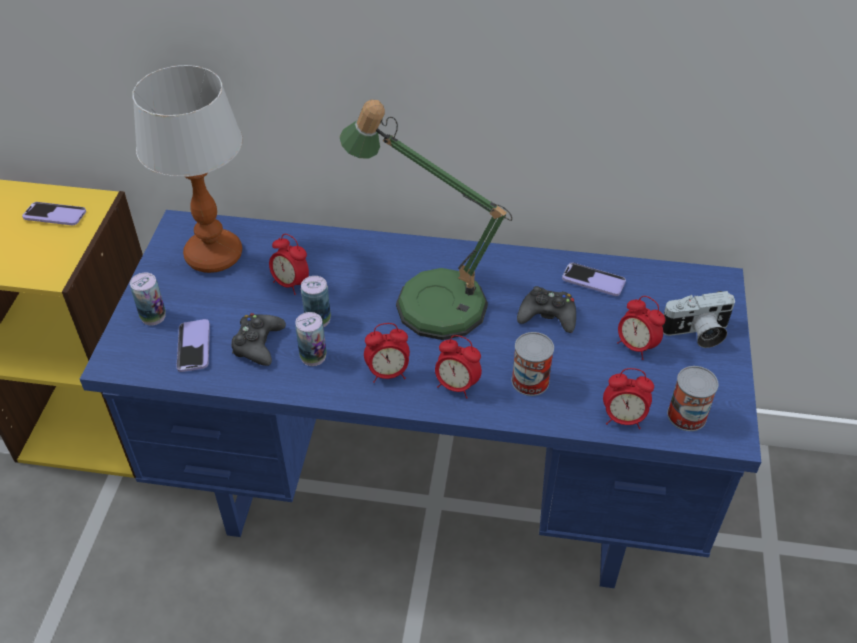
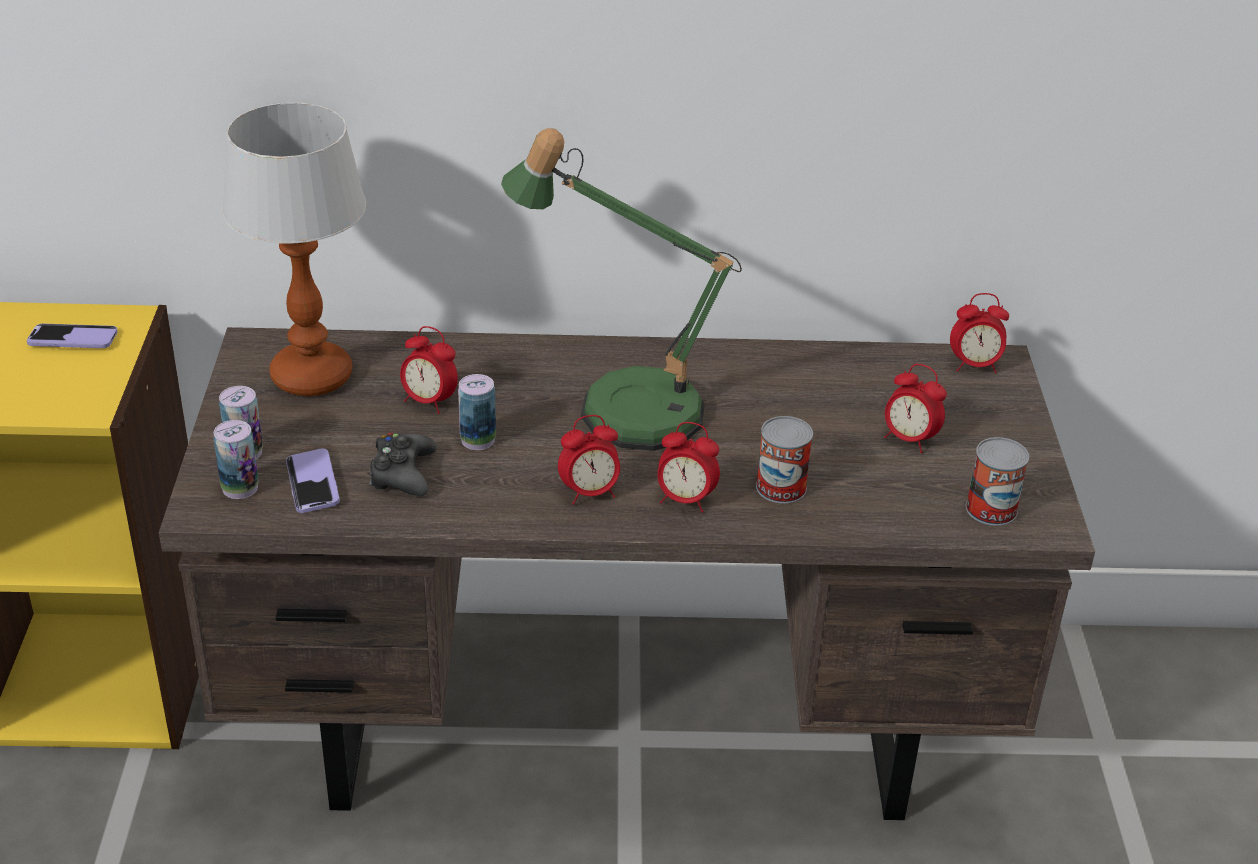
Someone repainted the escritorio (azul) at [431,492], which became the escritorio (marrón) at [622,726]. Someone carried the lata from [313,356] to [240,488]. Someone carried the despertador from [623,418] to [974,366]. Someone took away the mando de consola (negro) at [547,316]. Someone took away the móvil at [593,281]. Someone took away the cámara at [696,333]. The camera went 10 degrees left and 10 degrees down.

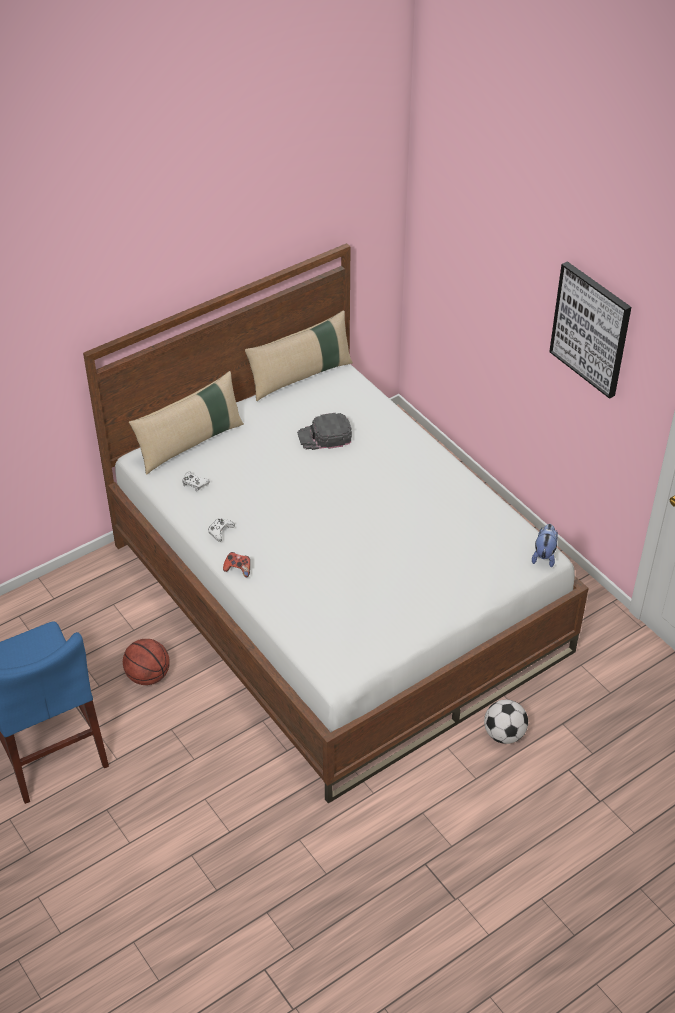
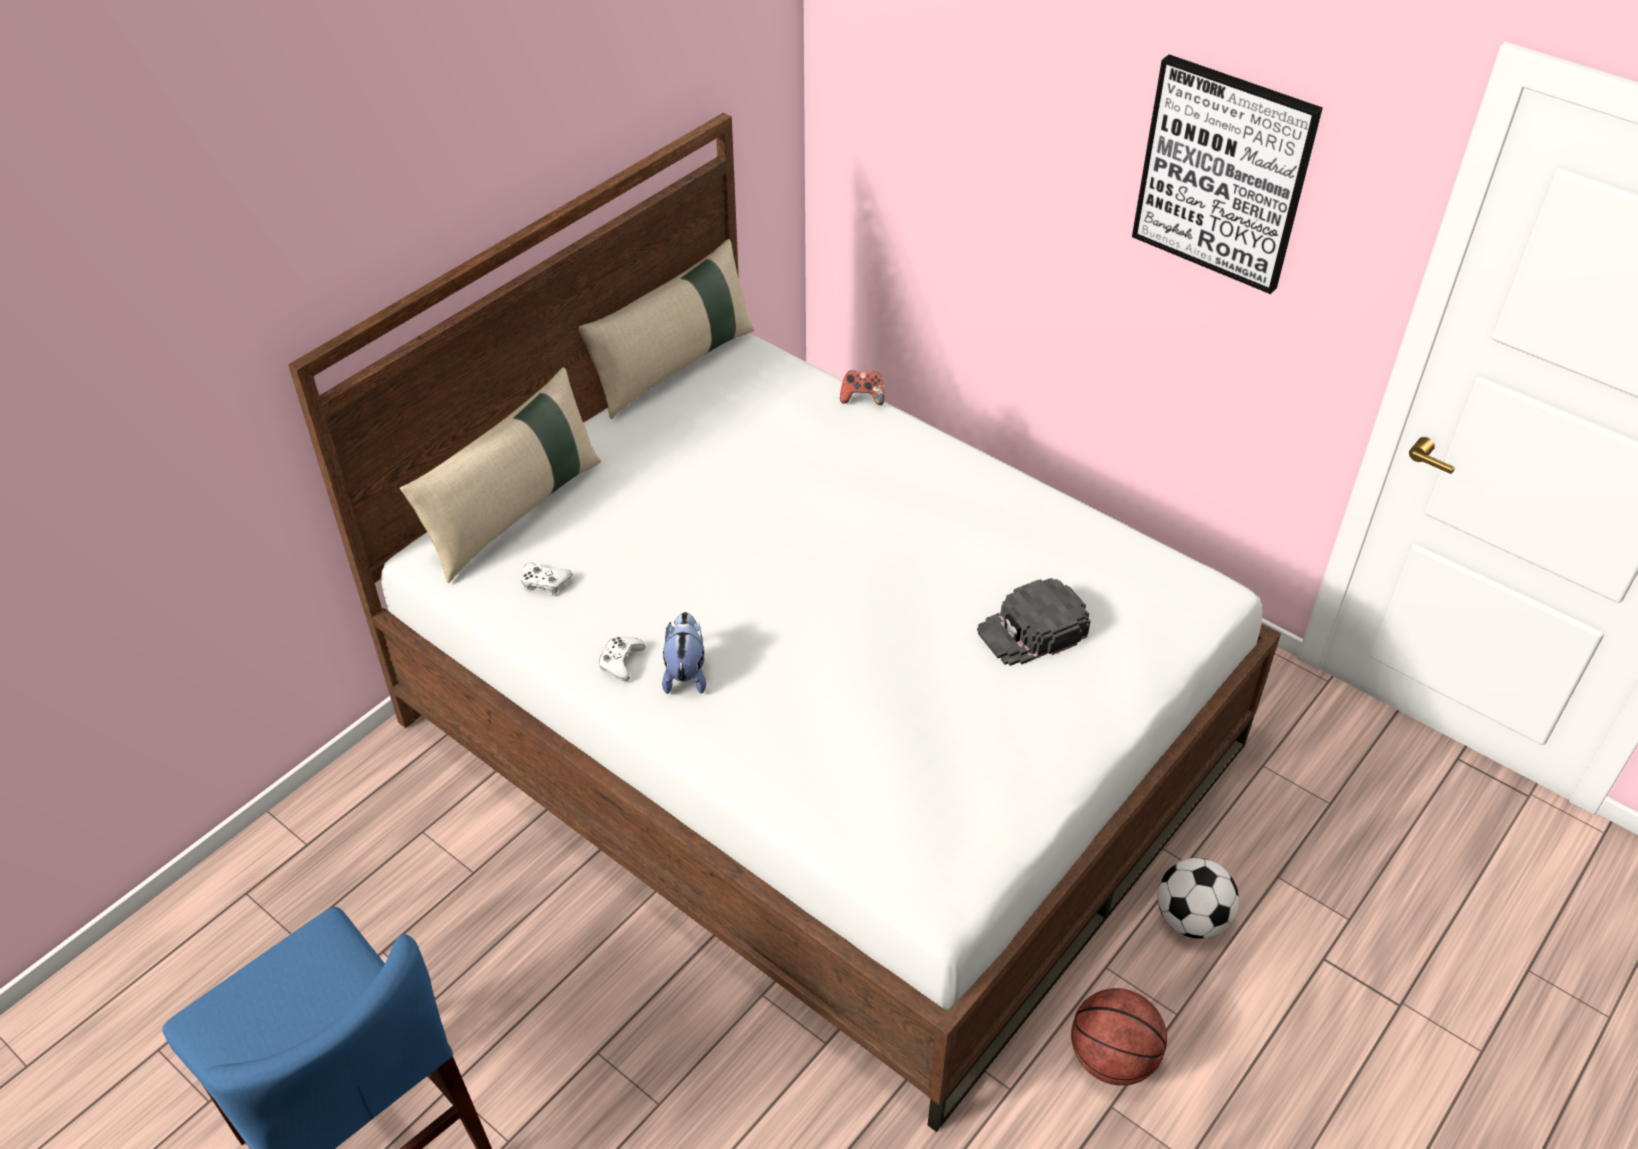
Someone carried the peluche from [544,555] to [686,673]. Someone carried the mando de consola from [238,569] to [862,398]. Someone carried the gorra (negro) from [325,436] to [1032,630]. Someone carried the balón de baloncesto from [148,675] to [1111,1058]. The camera went 15 degrees left and 0 degrees up.

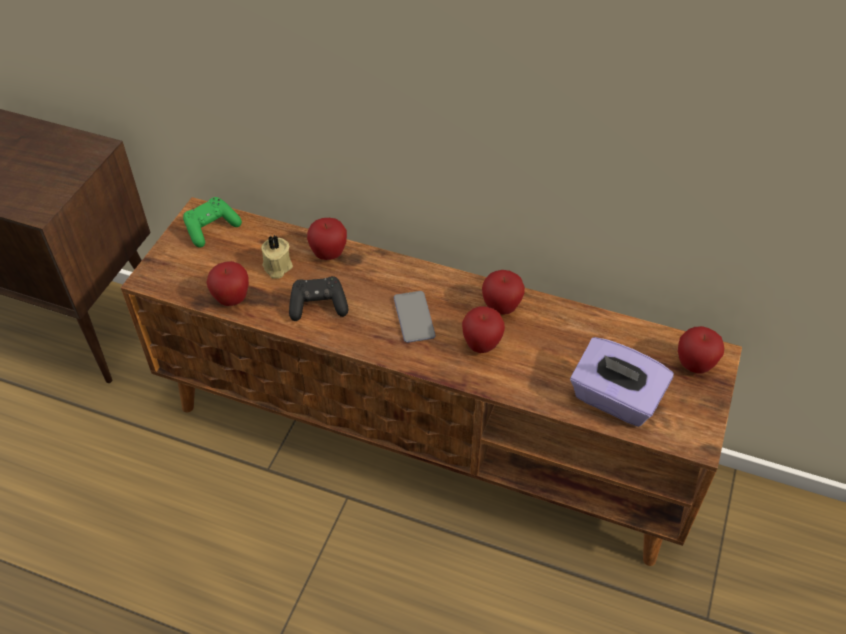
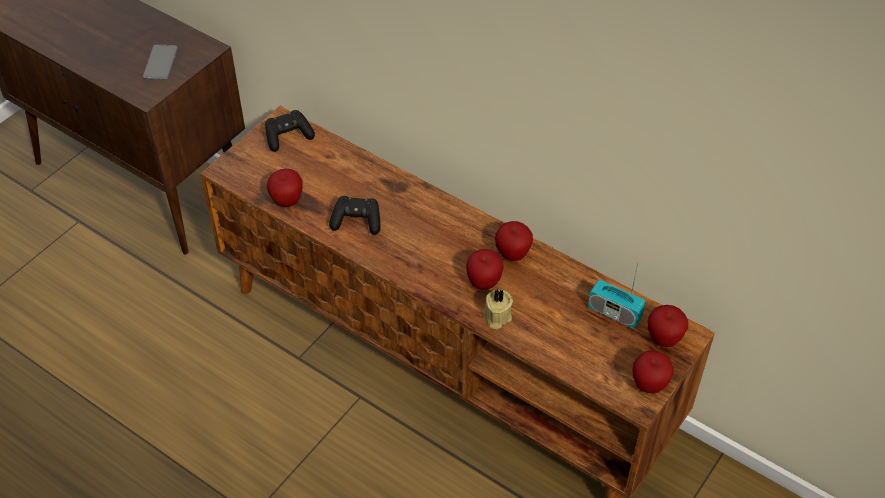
Someone carried the móvil from [414,317] to [161,63]. Someone repainted the mando de consola (verde) at [211,228], which became the mando de consola (negro) at [288,137]. Someone carried the vela (beis) from [277,267] to [496,317]. Someone put down the radio at [614,313]. Someone carried the manzana from [329,254] to [649,385]. Someone took away the caja de pañuelos (morado) at [615,399]. The camera went 15 degrees right and 0 degrees up.

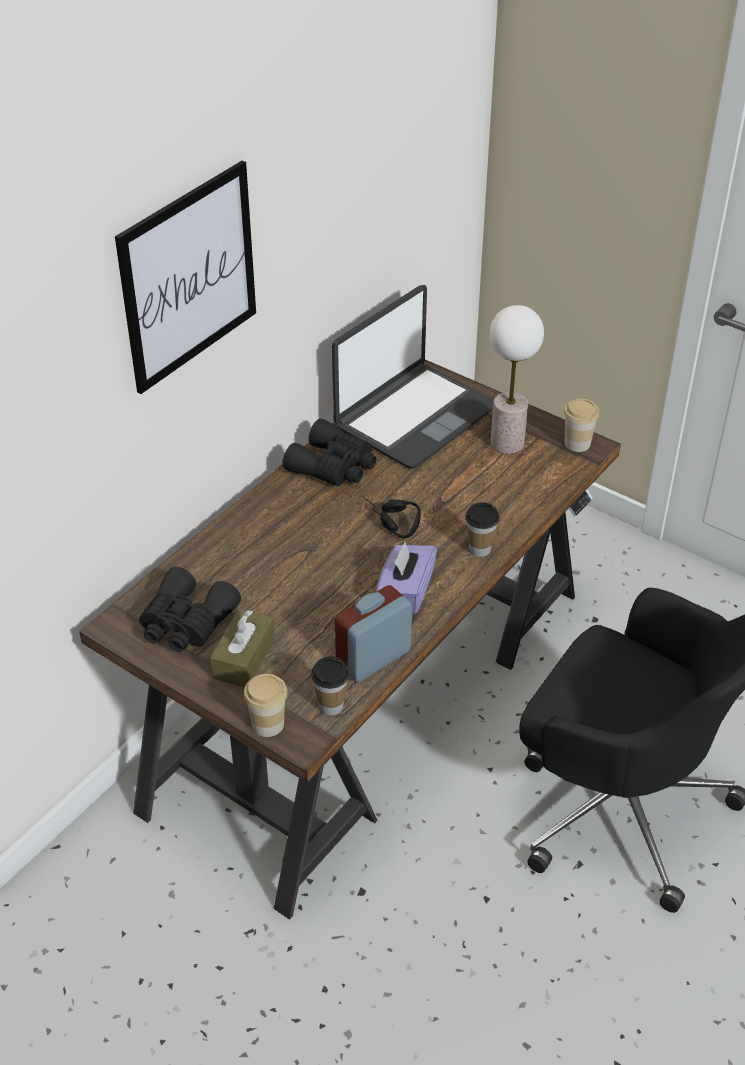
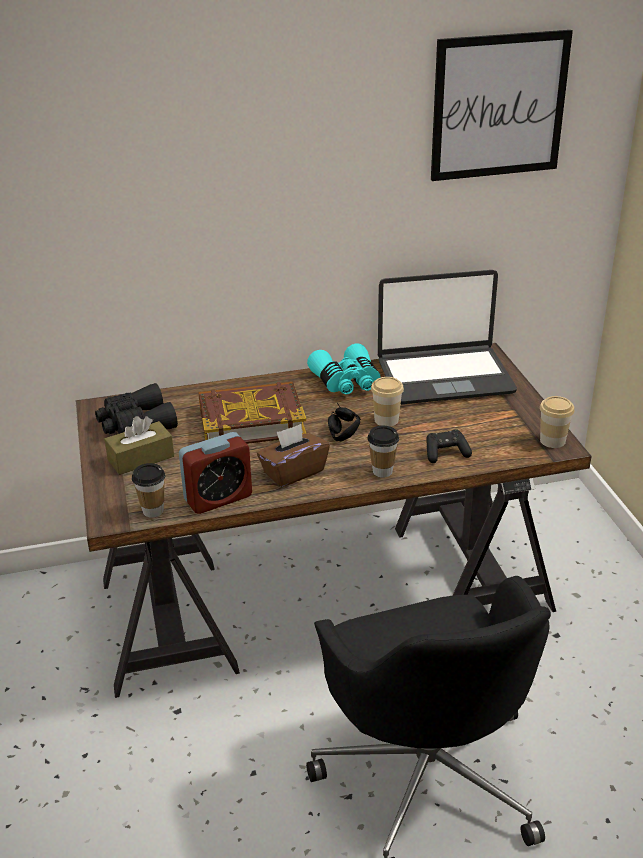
Someone rotated the despertador at [373,658] by 150 degrees clockwise. Someone put down the libro at [251,421]. Someone repainted the caja de pañuelos (morado) at [405,592], which became the caja de pañuelos (marrón) at [293,472]. Someone repainted the prismáticos (negro) at [333,467], which became the prismáticos (turquesa) at [346,382]. Someone carried the taza from [268,724] to [386,420]. Someone put down the mando de consola (negro) at [446,453]. Someone carried the cuadro from [189,276] to [499,106]. Someone took away the lámpara de mesa at [507,442]. The camera went 40 degrees right and 10 degrees down.

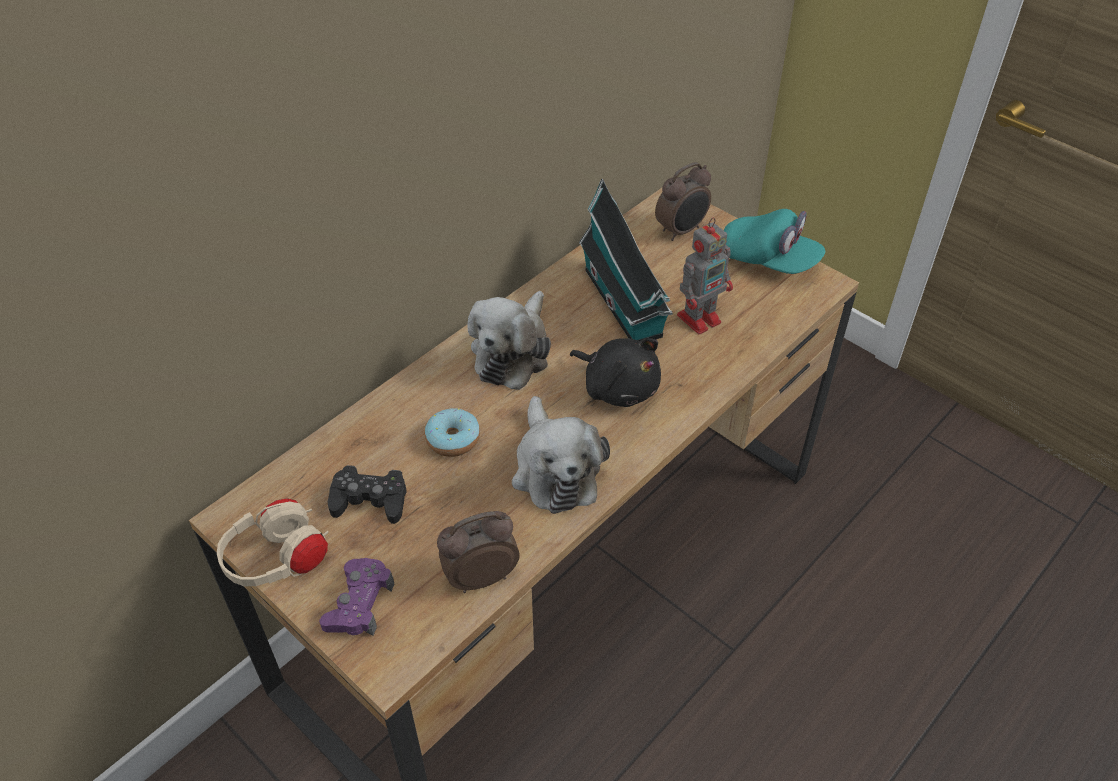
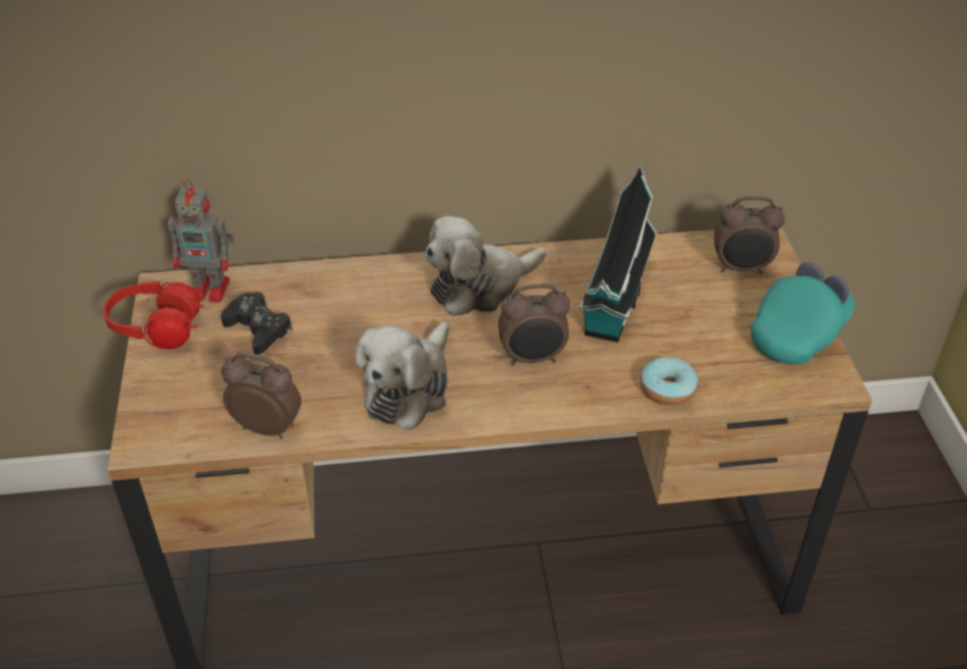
Someone repainted the auriculares (beis) at [278,561], which became the auriculares (rojo) at [158,331]. Someone carried the robot de juguete from [700,317] to [213,289]. Someone swapped the peluche (negro) at [618,387] for the despertador at [533,358]. Someone carried the rosquilla from [453,439] to [667,389]. Someone rotated the gorra (turquesa) at [769,260] by 120 degrees counterclockwise. Someone took away the mando de consola (morado) at [359,603]. The camera went 40 degrees right and 5 degrees down.

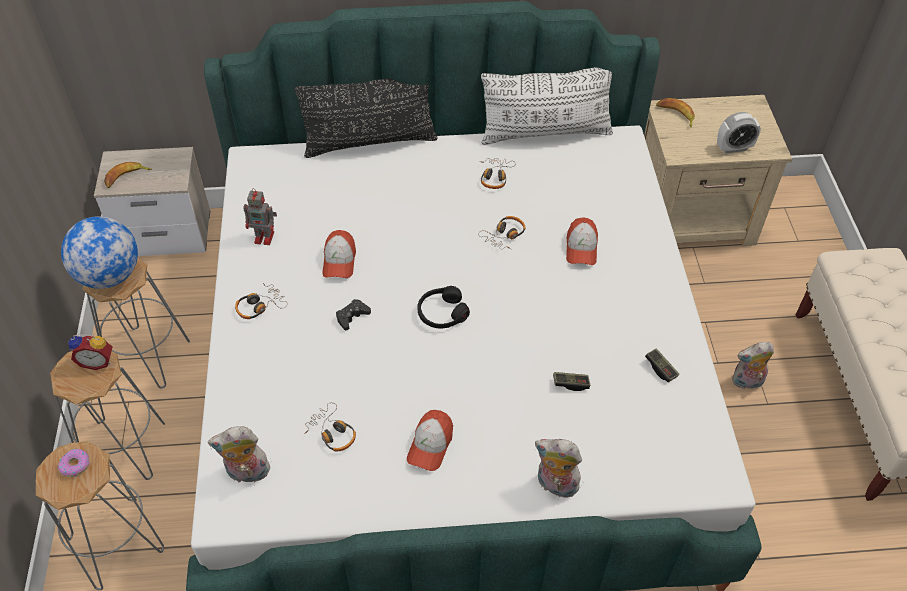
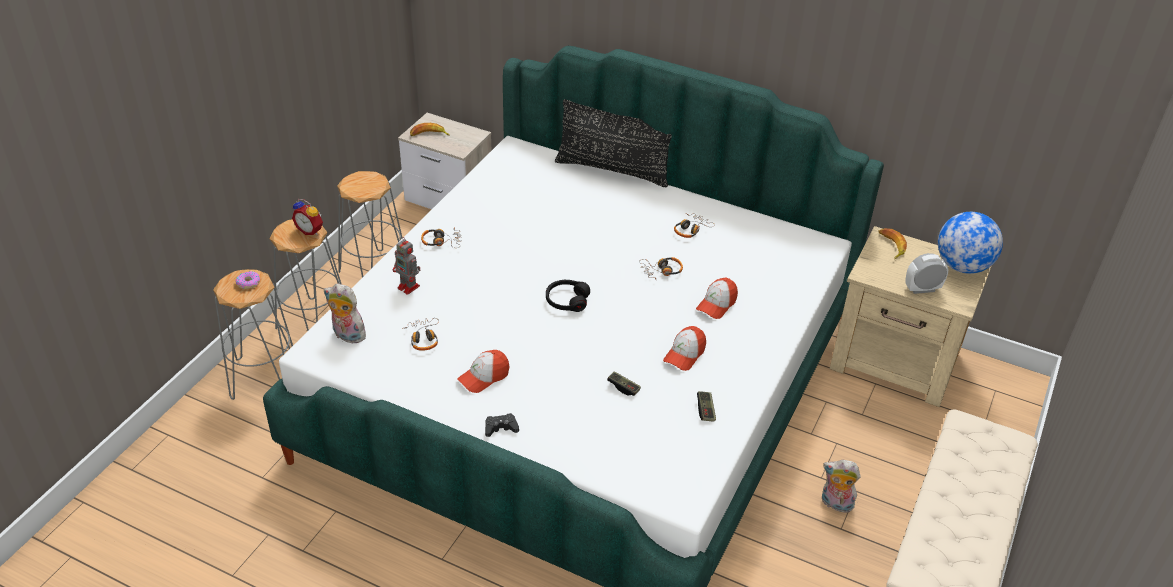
Someone carried the robot de juguete from [265,237] to [409,287]. Someone carried the mando de consola (negro) from [352,316] to [501,428]. Someone carried the gorra from [339,261] to [684,354]. Someone rotated the despertador at [734,148] by 150 degrees clockwise. Someone carried the globo terráqueo from [109,276] to [962,266]. Someone took away the cojín (blanco) at [545,133]. Someone took away the peluche at [555,485]. The camera went 30 degrees right and 10 degrees down.

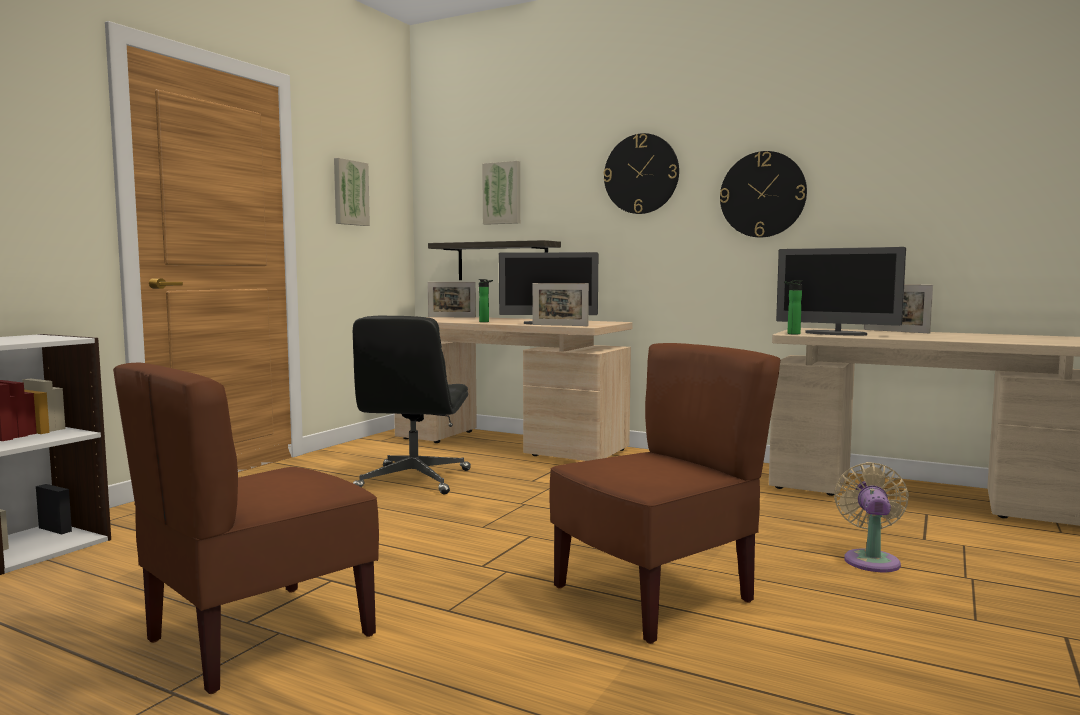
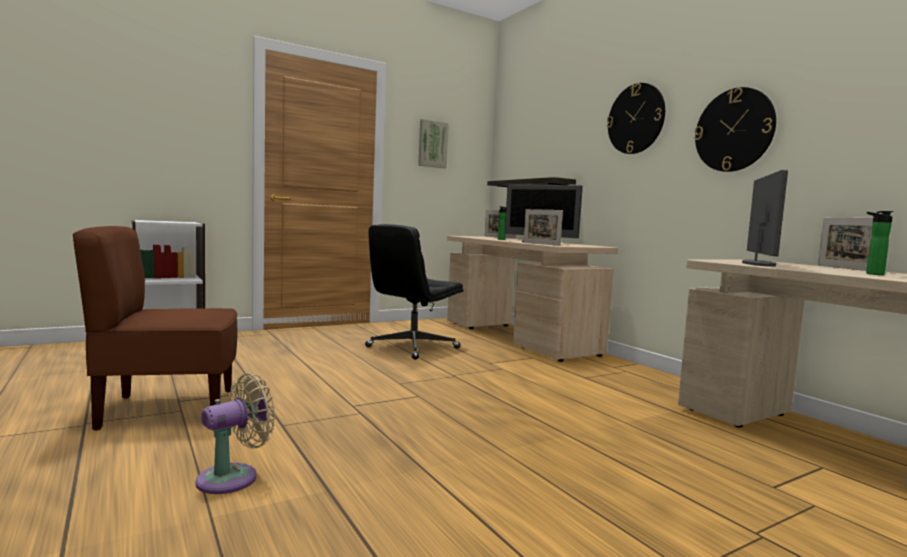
Someone carried the ventilador (beis) from [871,559] to [233,477]. Someone rotated the monitor at [836,334] by 135 degrees counterclockwise. Someone carried the botella from [791,334] to [871,274]. Someone took away the cuadro at [502,193]. Someone took away the silla (marrón) at [655,596]. The camera went 30 degrees right and 0 degrees up.

